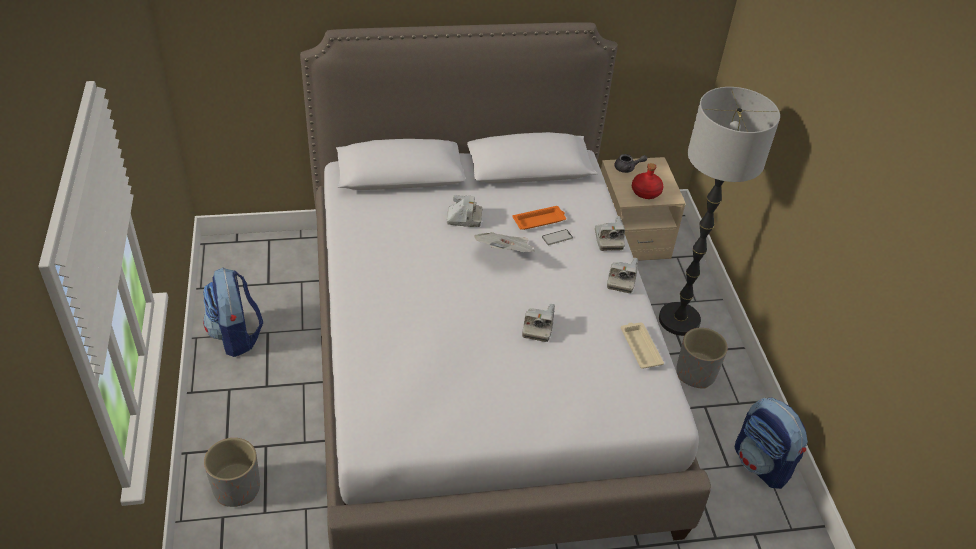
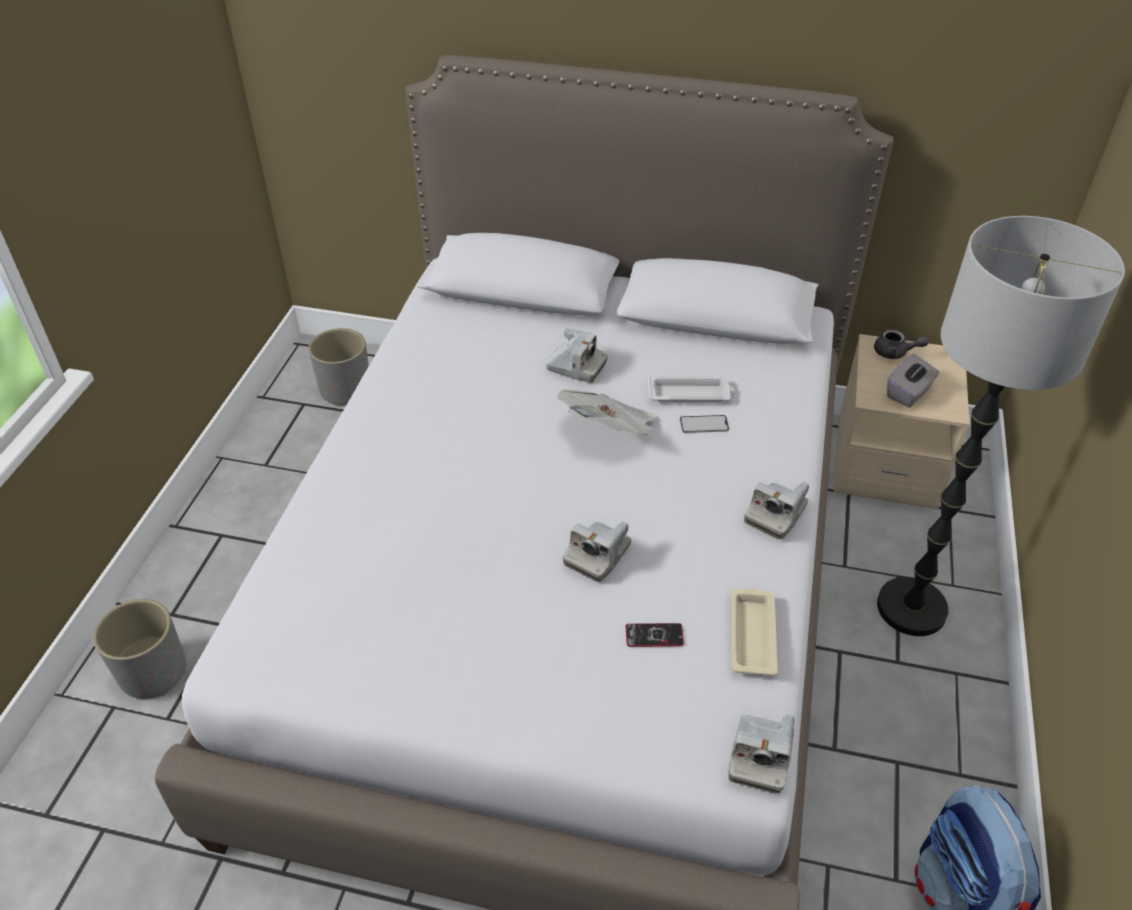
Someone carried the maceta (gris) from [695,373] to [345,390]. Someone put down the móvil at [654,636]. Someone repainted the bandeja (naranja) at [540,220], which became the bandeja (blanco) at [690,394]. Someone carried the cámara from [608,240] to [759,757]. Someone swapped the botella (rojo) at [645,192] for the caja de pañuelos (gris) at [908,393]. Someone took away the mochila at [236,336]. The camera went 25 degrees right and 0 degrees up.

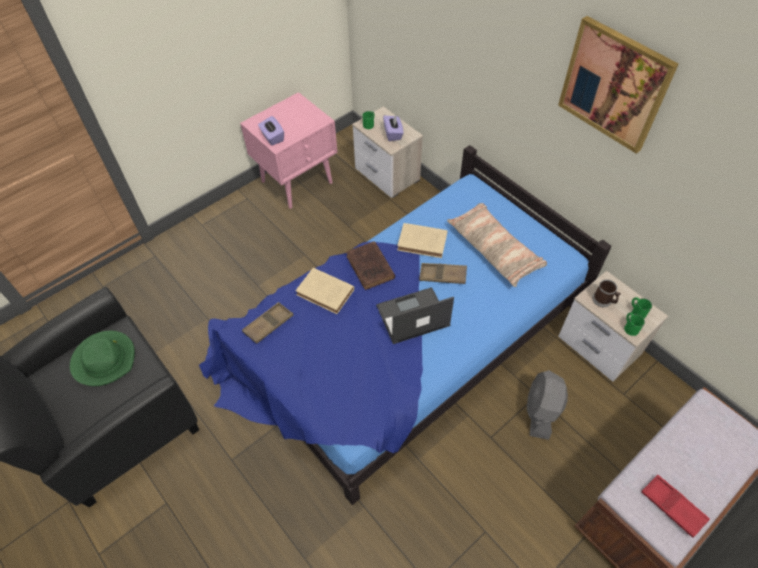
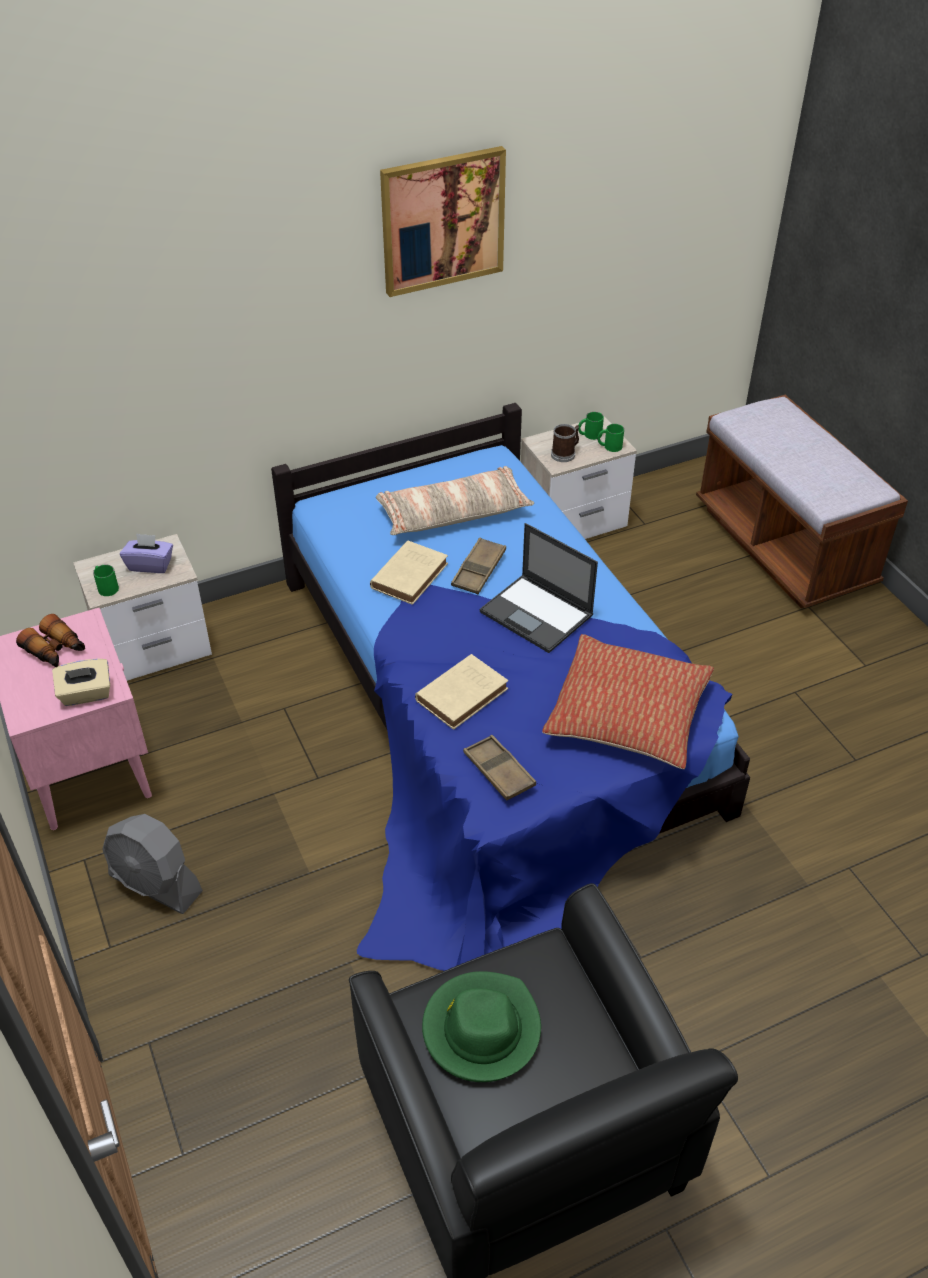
Someone put down the prismáticos at [56,650]. Someone repainted the caja de pañuelos (morado) at [272,137], which became the caja de pañuelos (beis) at [86,694]. Someone carried the ventilador (gris) from [541,411] to [156,884]. Someone rotated the portátil at [412,316] by 45 degrees counterclockwise. Someone put down the cojín at [627,716]. Someone took away the libro (marrón) at [371,268]. Someone took away the bandeja (rojo) at [672,506]. The camera went 75 degrees left and 10 degrees down.

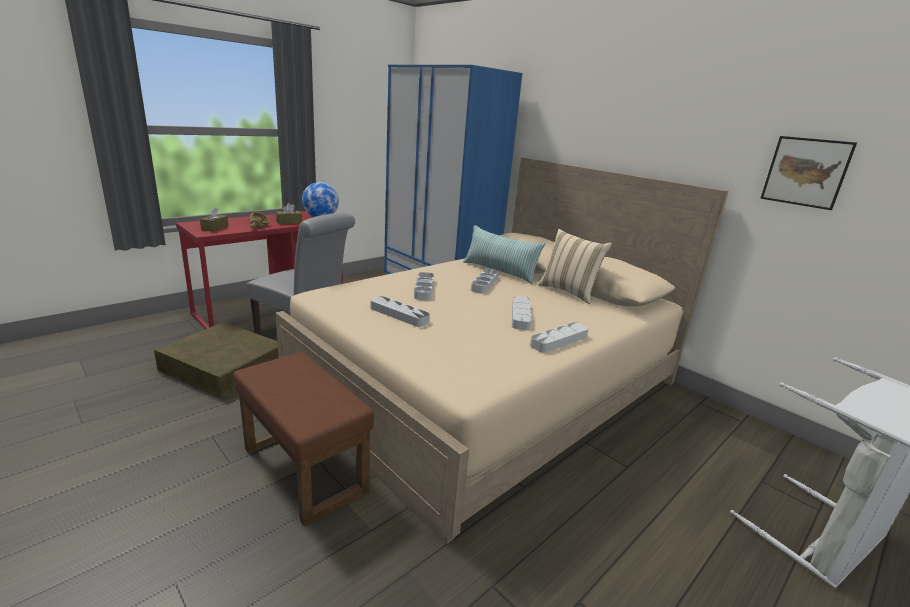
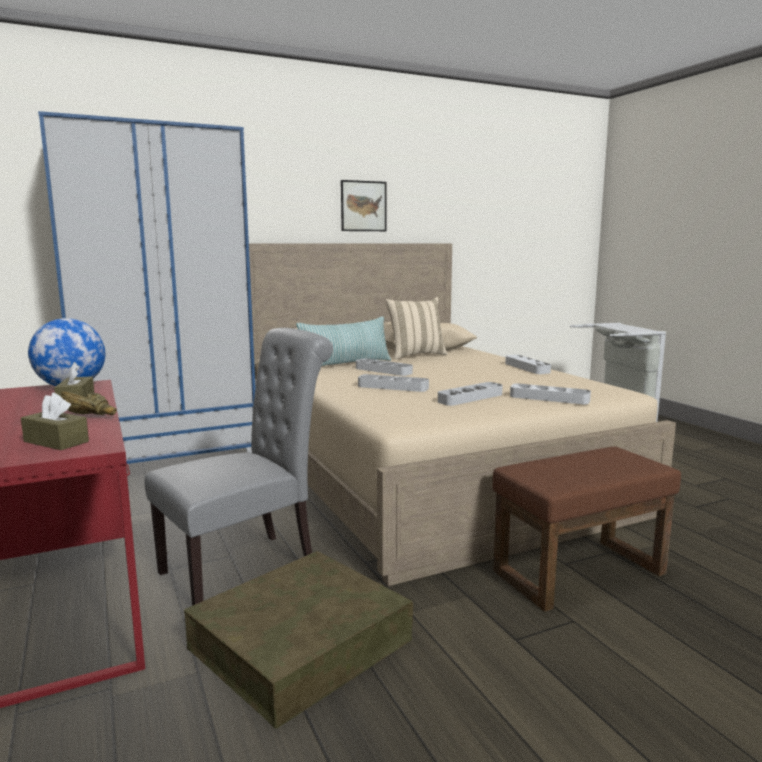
Someone carried the cuadro from [806,172] to [363,206]. Someone carried the bandeja (gris) from [520,316] to [549,398]. The camera went 70 degrees left and 10 degrees down.

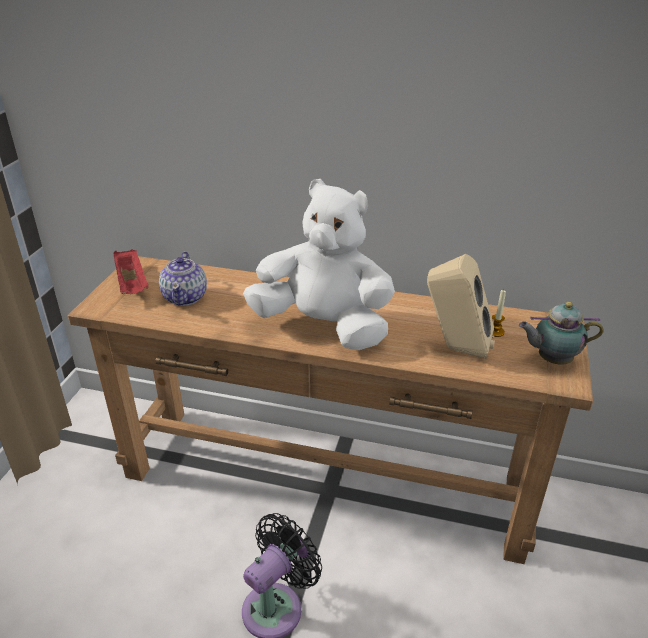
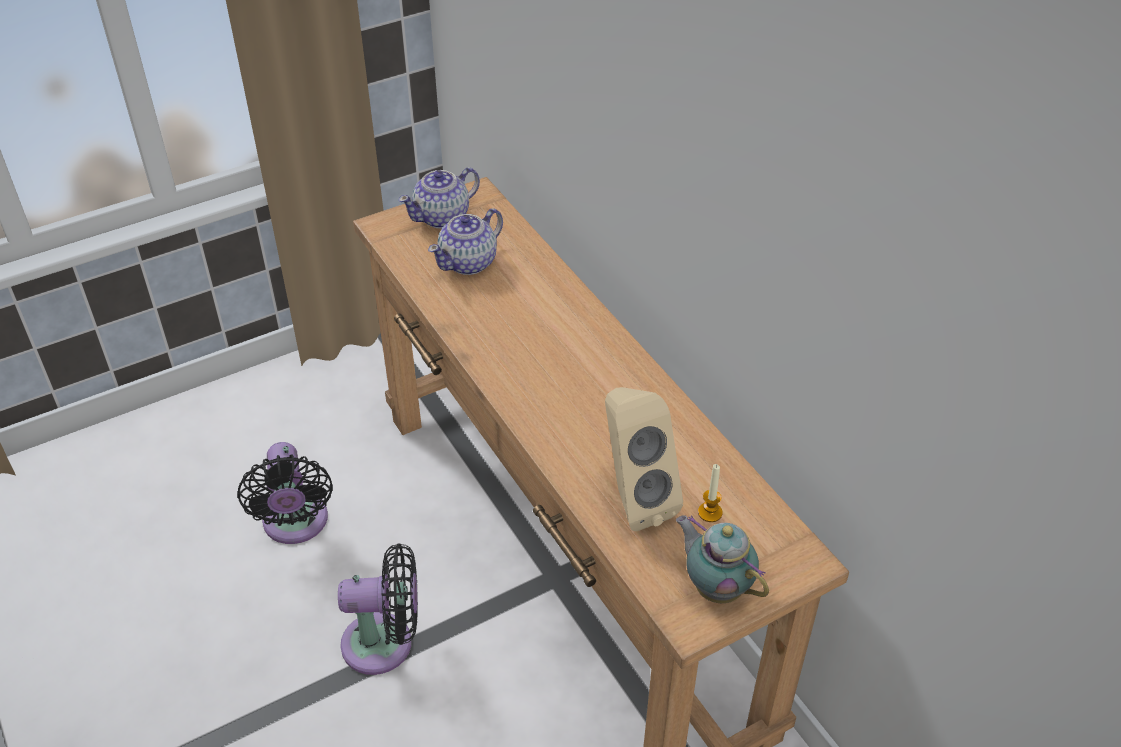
Someone put down the ventilador (negro) at [295,524]. Someone swapped the bandeja (rojo) at [132,284] for the tetera at [443,217]. Someone took away the peluche (blanco) at [324,326]. The camera went 45 degrees right and 10 degrees up.

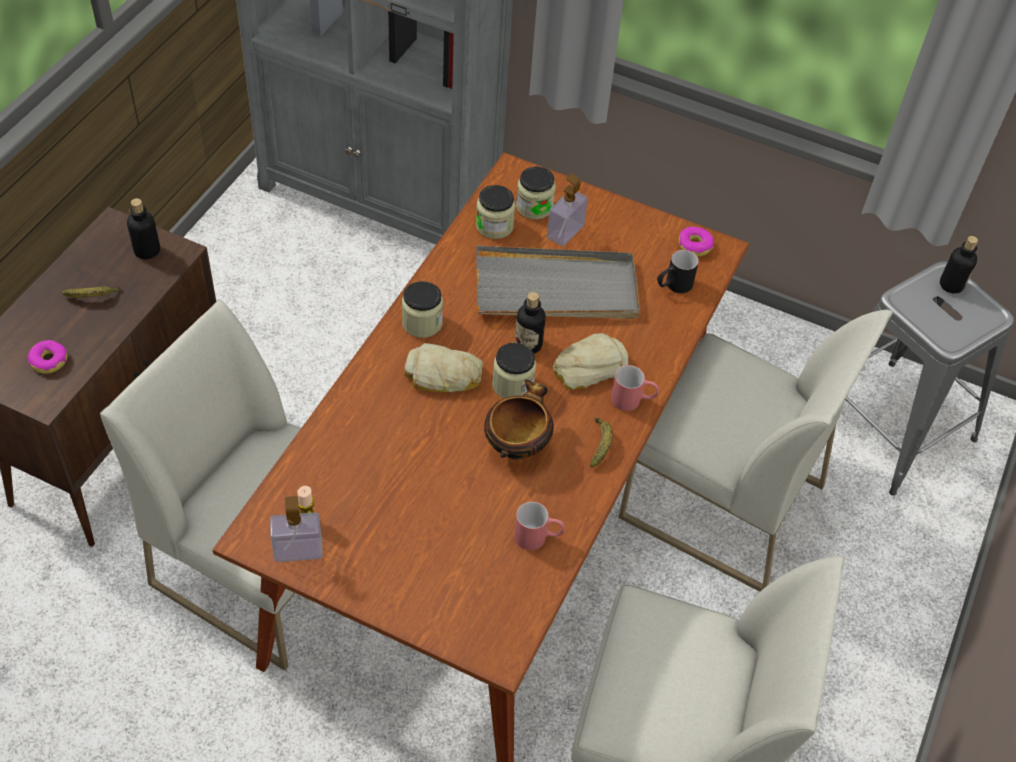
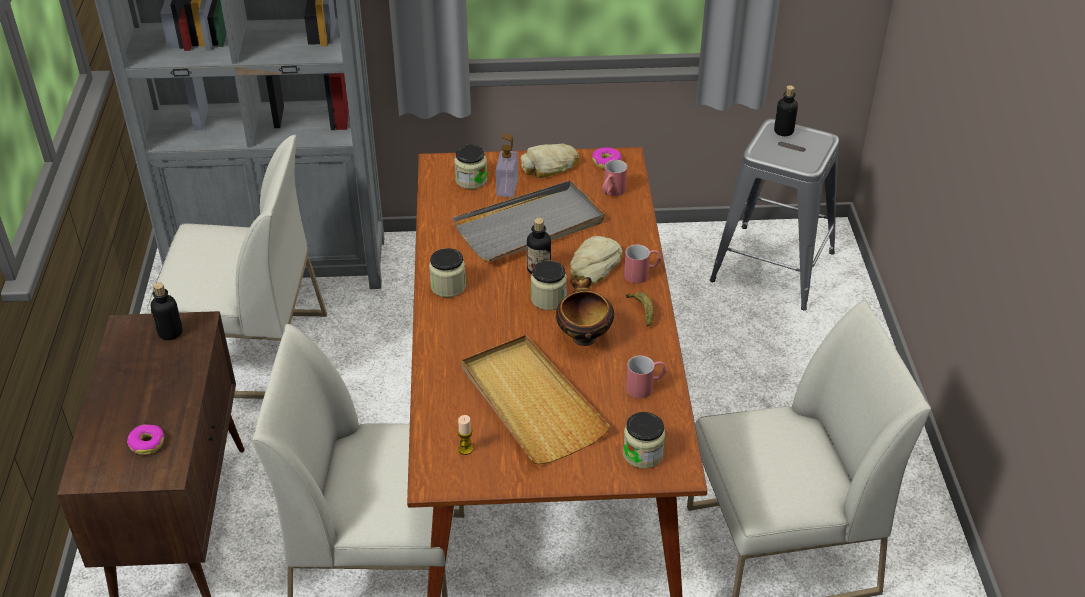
Someone carried the silla (blanco) from [720,502] to [249,354]. Someone put down the bandeja (beis) at [531,402]. Someone carried the pan from [444,376] to [550,166]. Someone repainted the taza grande (negro) at [673,286], which became the taza grande (rojo) at [612,192]. Someone carried the tarro from [494,226] to [643,454]. Someone took away the plátano at [92,297]. Someone took away the dispensador de jabón at [298,550]. The camera went 25 degrees left and 10 degrees down.

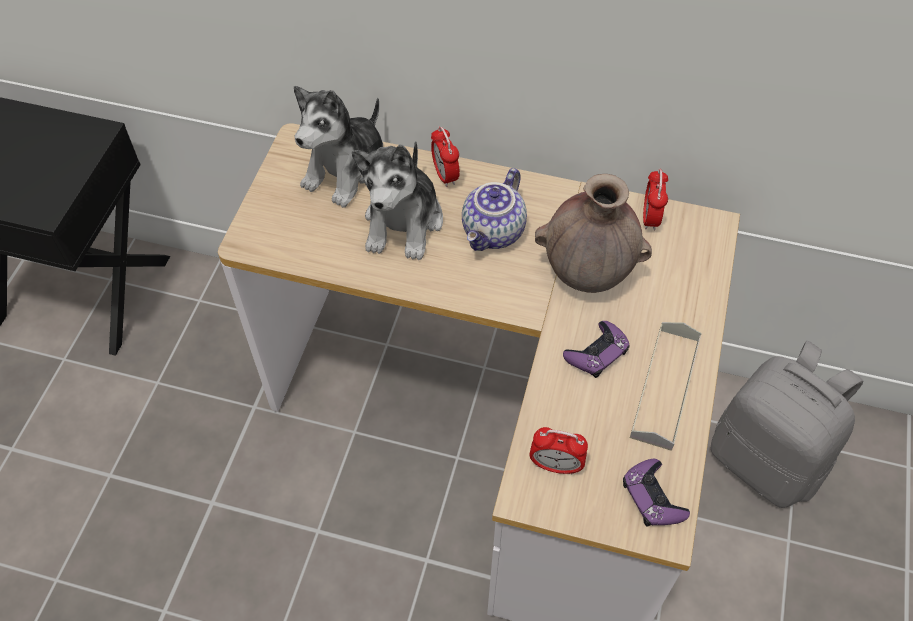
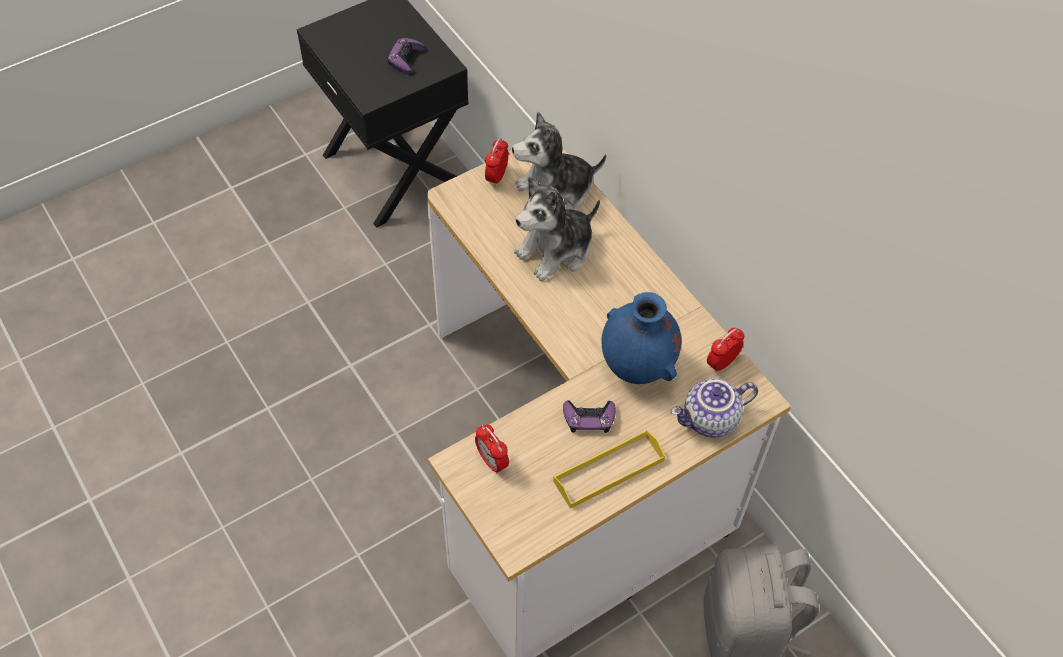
Someone carried the mando de consola (morado) from [653,497] to [405,58]. Someone carried the despertador from [445,175] to [496,177]. Someone repainted the bandeja (gris) at [665,387], which became the bandeja (amarillo) at [608,471]. Someone repainted the florero (marrón) at [587,274], which became the florero (azul) at [637,367]. Someone carried the tetera from [494,233] to [710,420]. The camera went 40 degrees right and 0 degrees up.

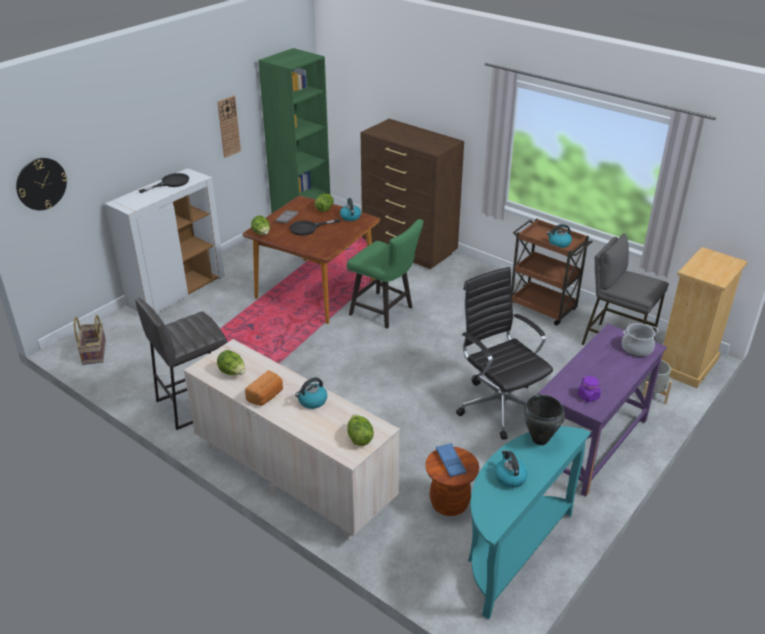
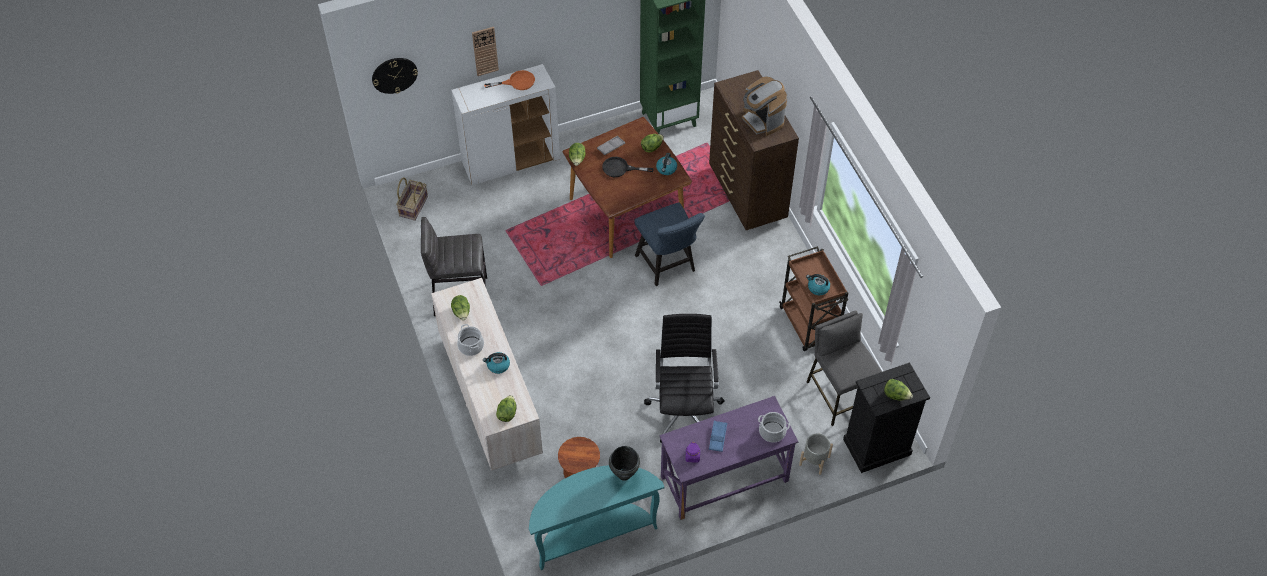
Someone swapped the pan at [266,396] for the olla at [471,346]. Someone carried the reloj de pared from [228,126] to [485,51]. Someone repainted the sartén (negro) at [170,183], which became the sartén (naranja) at [517,82]. Someone repainted the silla (verde) at [385,312], which became the silla (azul) at [668,266]. Someone carried the bandeja (azul) from [450,462] to [718,437]. Someone put down the cafetera at [762,120]. Someone repainted the cómoda (beis) at [686,365], which became the cómoda (negro) at [876,447]. Someone put down the lechuga at [896,395]. Someone took away the hervidor at [509,477]. The camera went 30 degrees right and 20 degrees up.

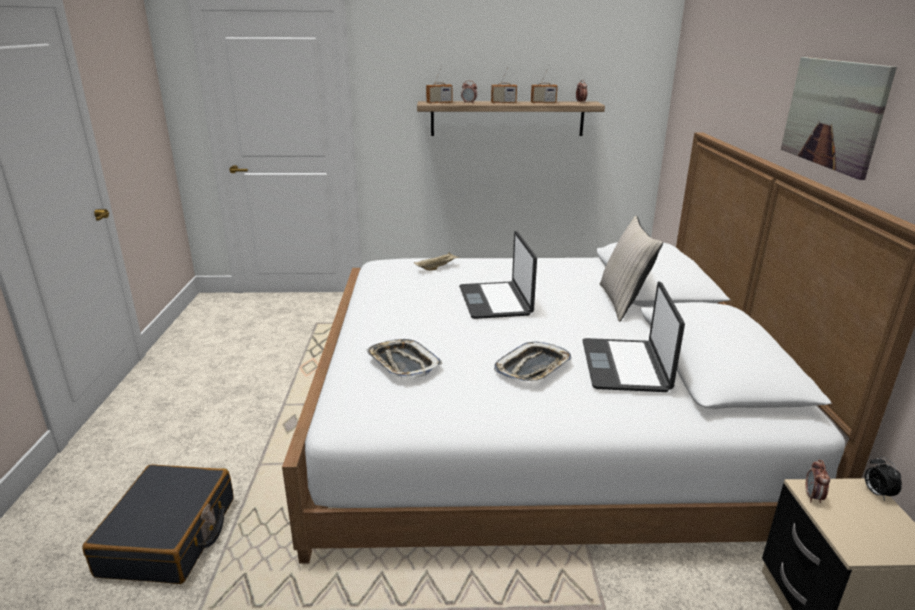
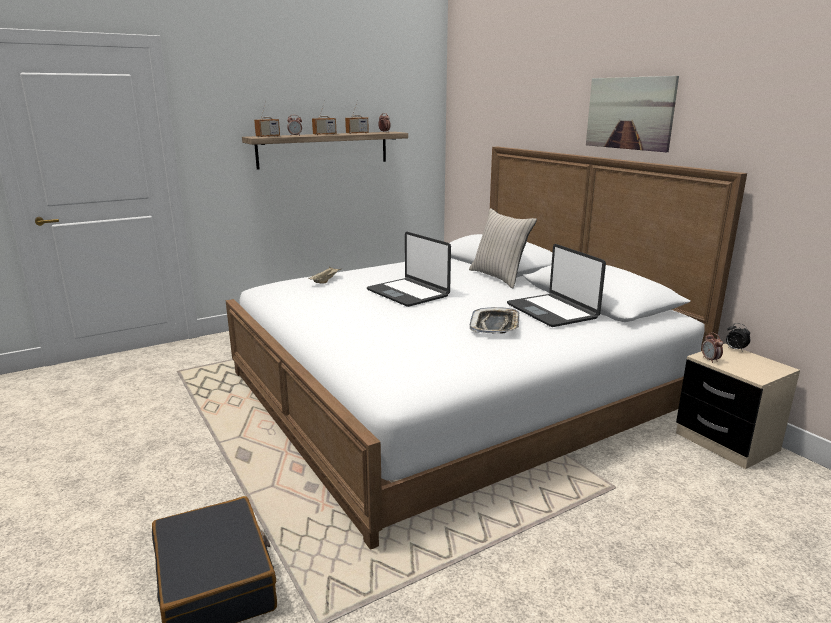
Someone took away the bandeja at [403,363]. The camera went 30 degrees left and 5 degrees down.

